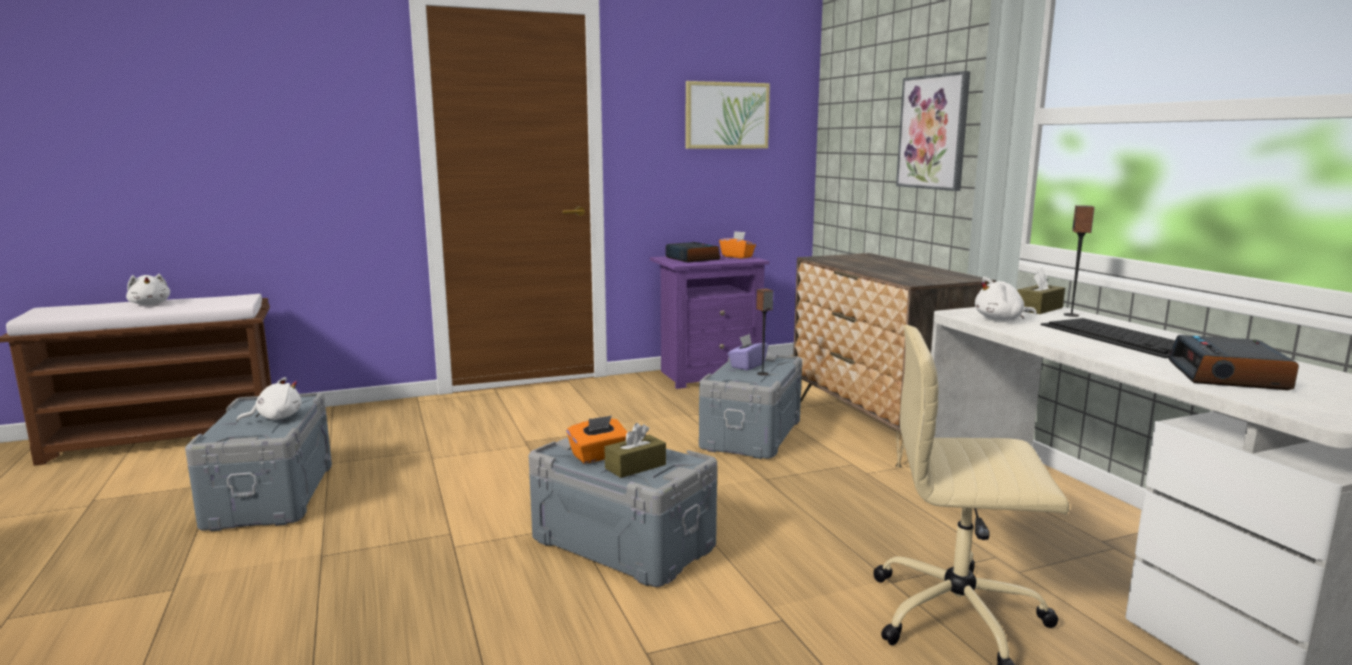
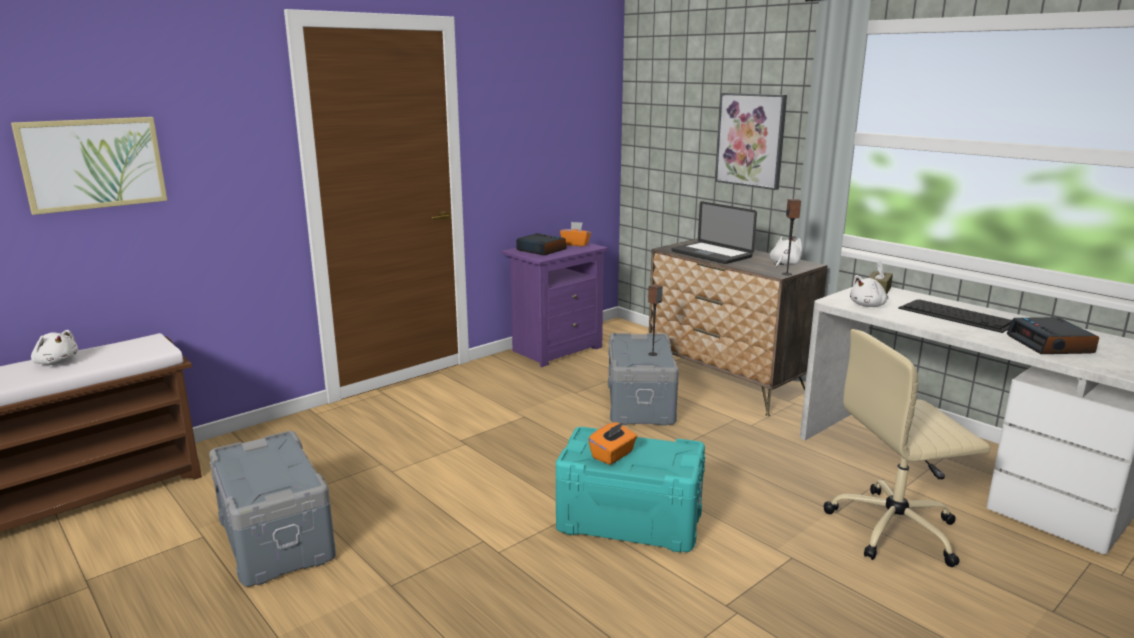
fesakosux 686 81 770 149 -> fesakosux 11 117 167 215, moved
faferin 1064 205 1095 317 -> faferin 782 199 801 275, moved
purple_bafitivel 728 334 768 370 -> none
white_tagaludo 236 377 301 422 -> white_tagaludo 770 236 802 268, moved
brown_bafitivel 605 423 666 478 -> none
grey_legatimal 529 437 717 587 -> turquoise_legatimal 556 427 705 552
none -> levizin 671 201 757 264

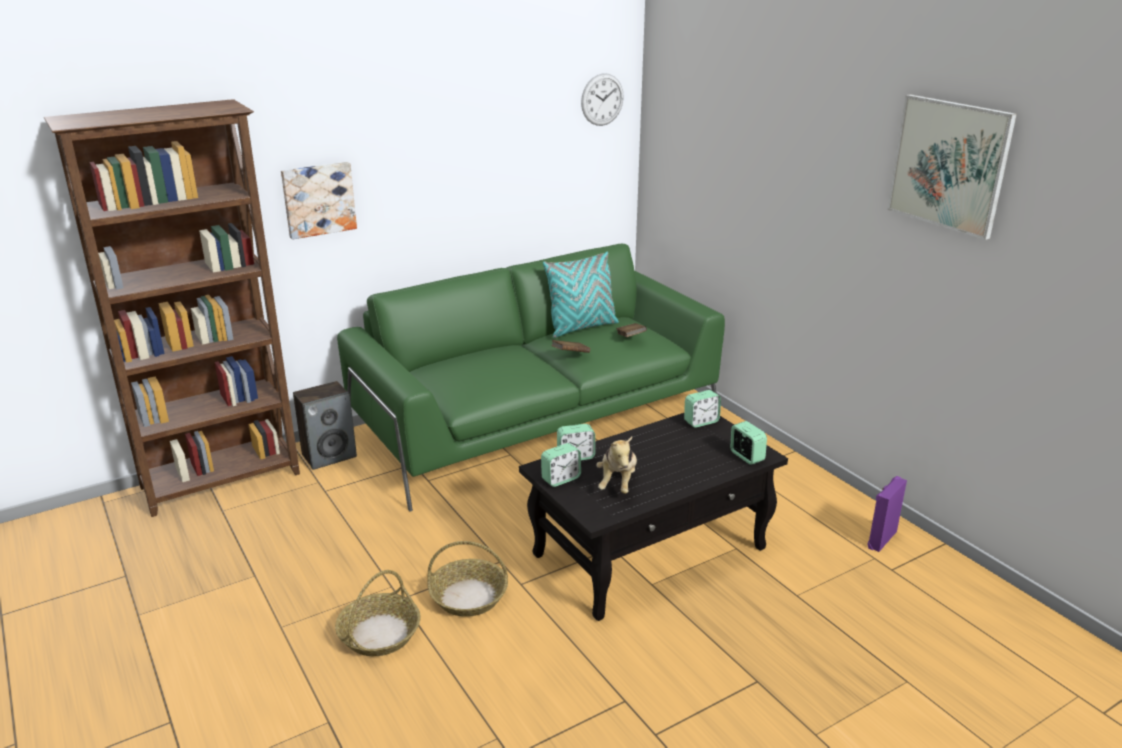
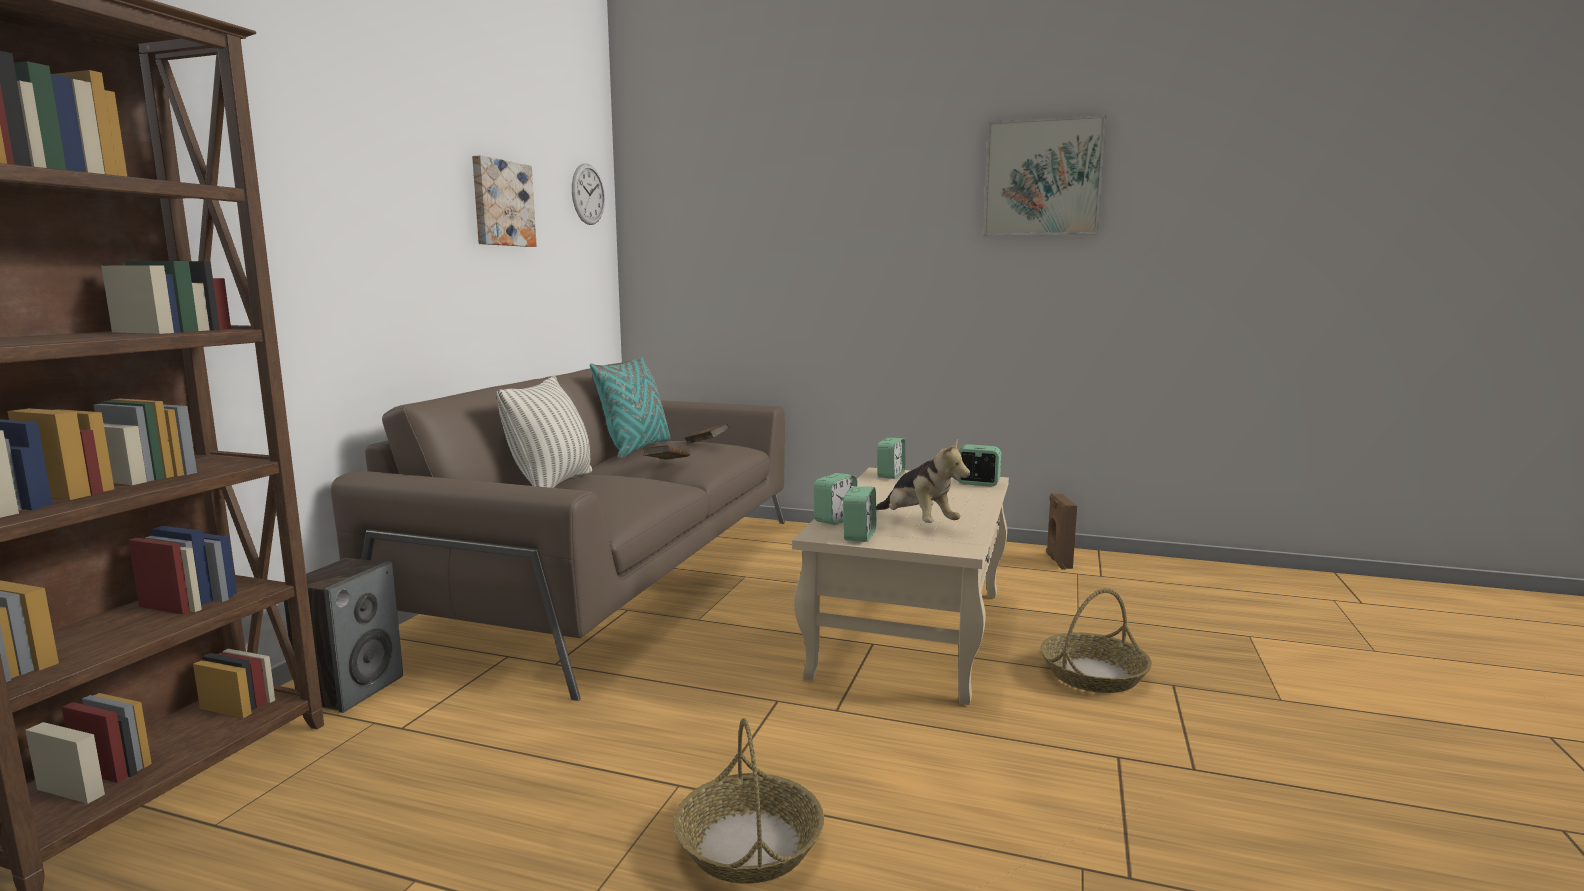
fesakosux 281 162 357 240 -> fesakosux 472 155 537 247, moved
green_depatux 337 244 725 512 -> brown_depatux 331 361 785 701
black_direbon 519 413 788 621 -> beige_direbon 792 468 1009 705
purple_faferin 868 476 907 552 -> brown_faferin 1046 493 1077 570
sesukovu 427 541 508 617 -> sesukovu 1040 588 1152 693, moved
none -> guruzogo 496 376 592 488

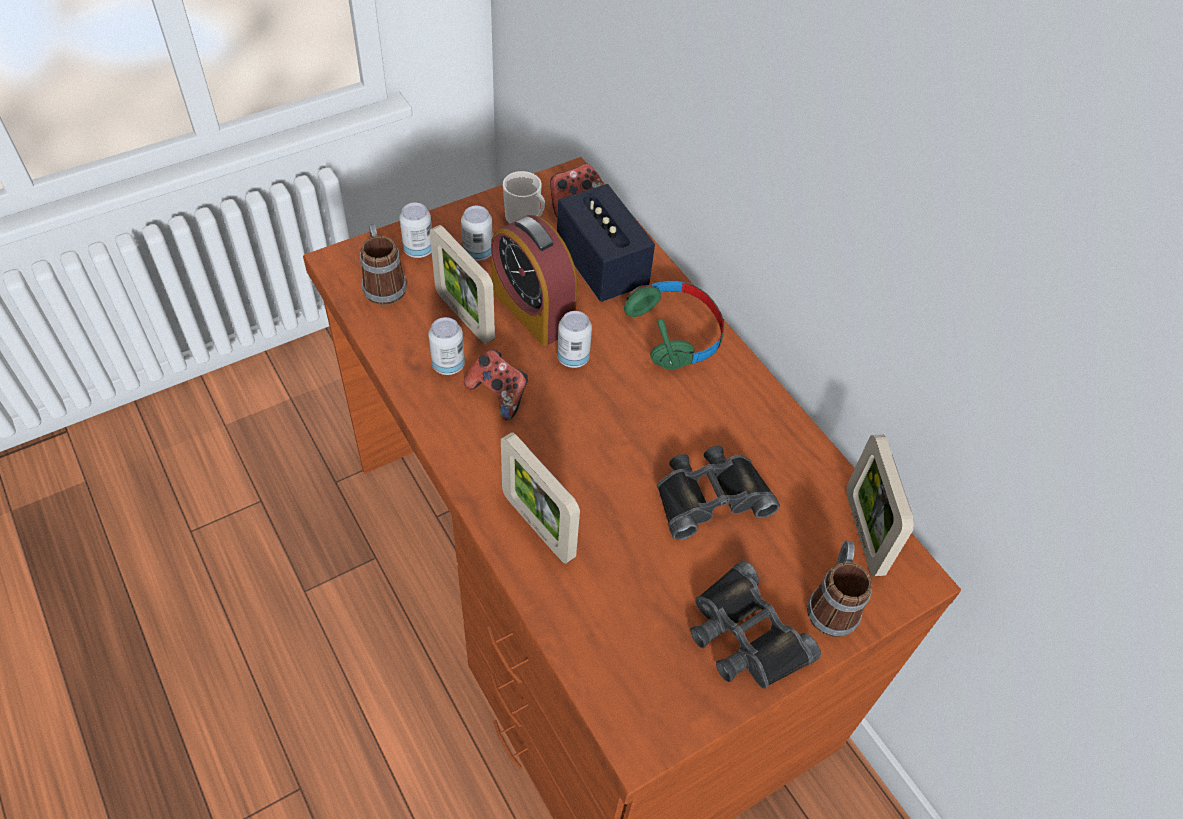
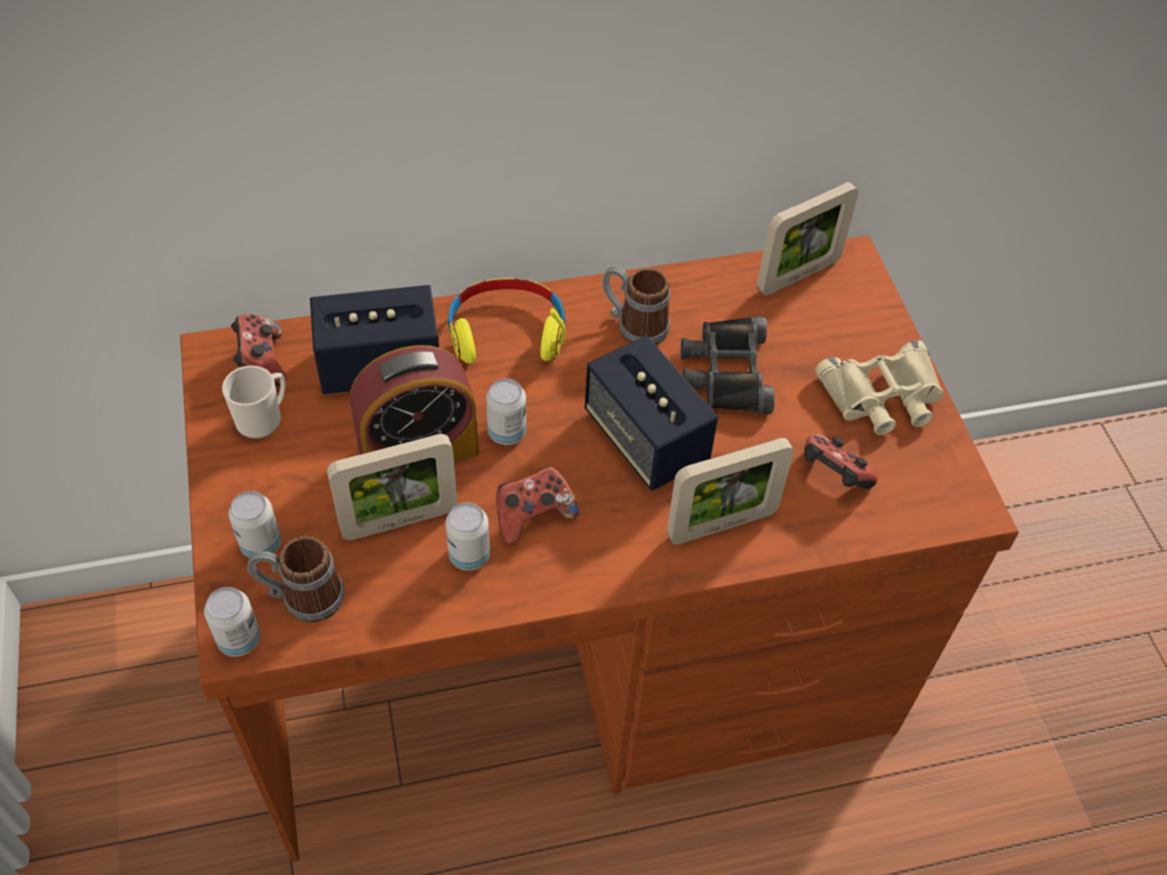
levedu 461 206 493 261 -> levedu 204 587 260 657, moved
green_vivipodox 624 281 725 370 -> yellow_vivipodox 448 278 565 363
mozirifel 846 434 914 577 -> mozirifel 757 182 859 295, 45 degrees counterclockwise
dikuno 807 541 872 637 -> dikuno 602 266 670 345, moved
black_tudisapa 690 561 821 689 -> beige_tudisapa 815 340 944 435
none -> faferin 585 336 718 490
none -> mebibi 804 434 878 489

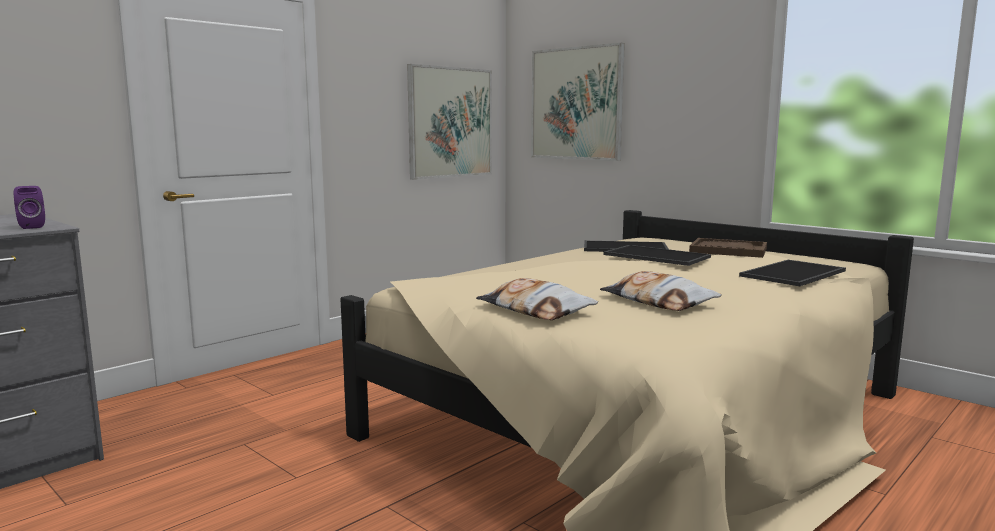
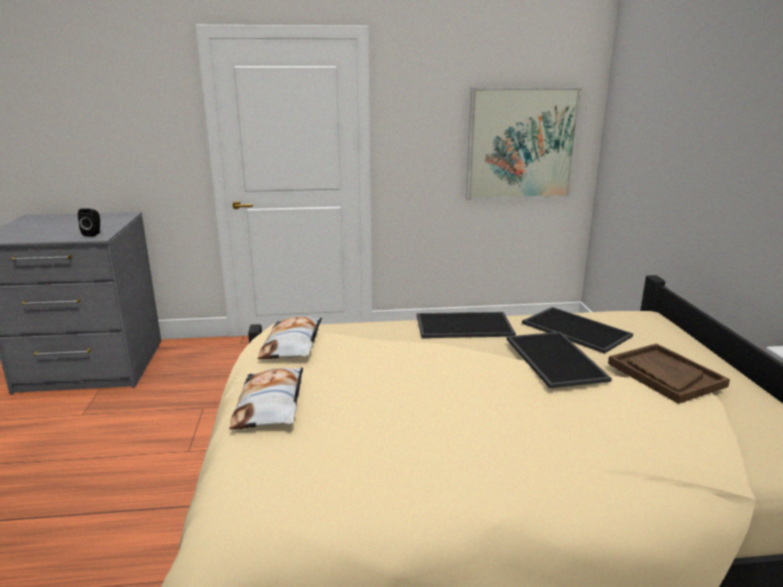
fesakosux 531 43 625 161 -> none
purple_faferin 14 186 45 229 -> black_faferin 78 208 100 236
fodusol 739 260 846 286 -> fodusol 417 312 516 338, moved
guruzogo 600 271 722 311 -> guruzogo 257 316 322 359, moved

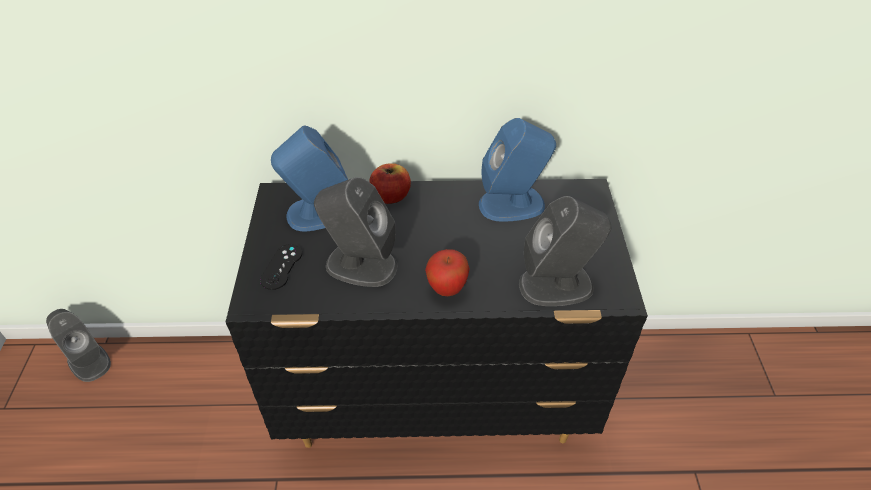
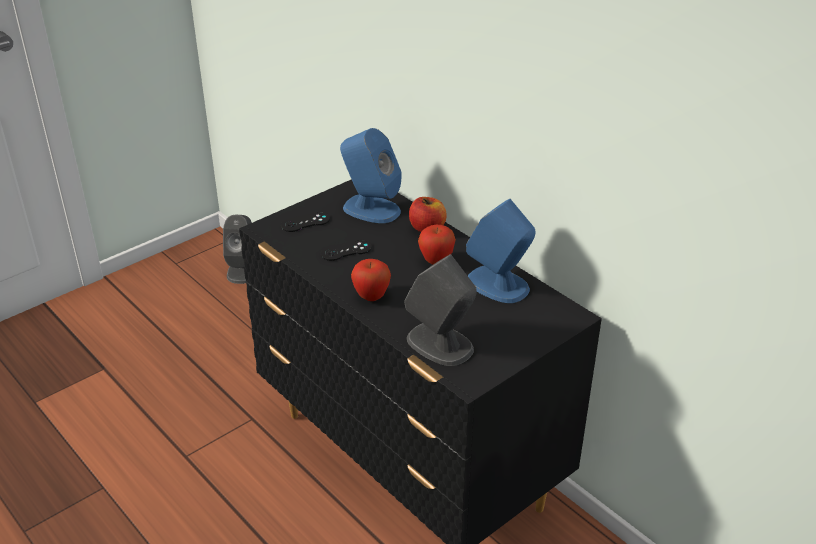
grey_faferin 314 177 398 287 -> black_mebibi 321 240 372 261
none -> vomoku 418 225 456 265

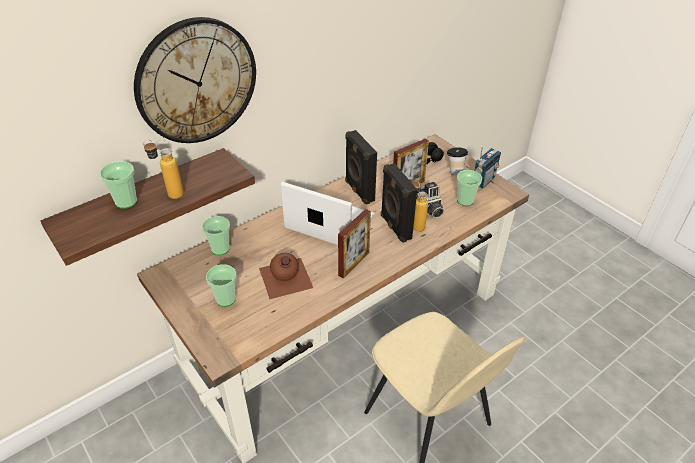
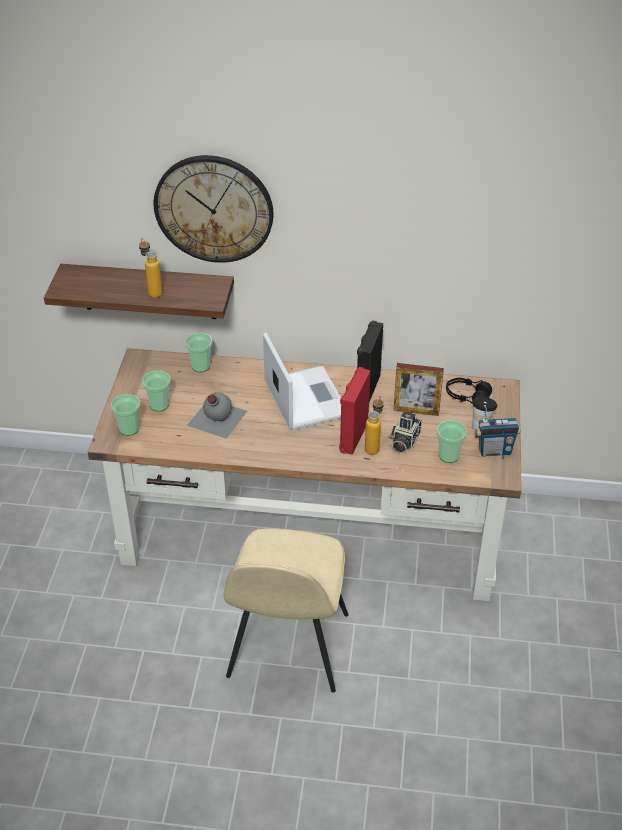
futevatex 100 161 137 209 -> futevatex 111 394 140 436, moved
black_faferin 381 163 417 243 -> red_faferin 339 367 371 455
mozirifel 338 209 371 278 -> none
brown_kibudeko 259 253 313 299 -> grey_kibudeko 187 392 247 439

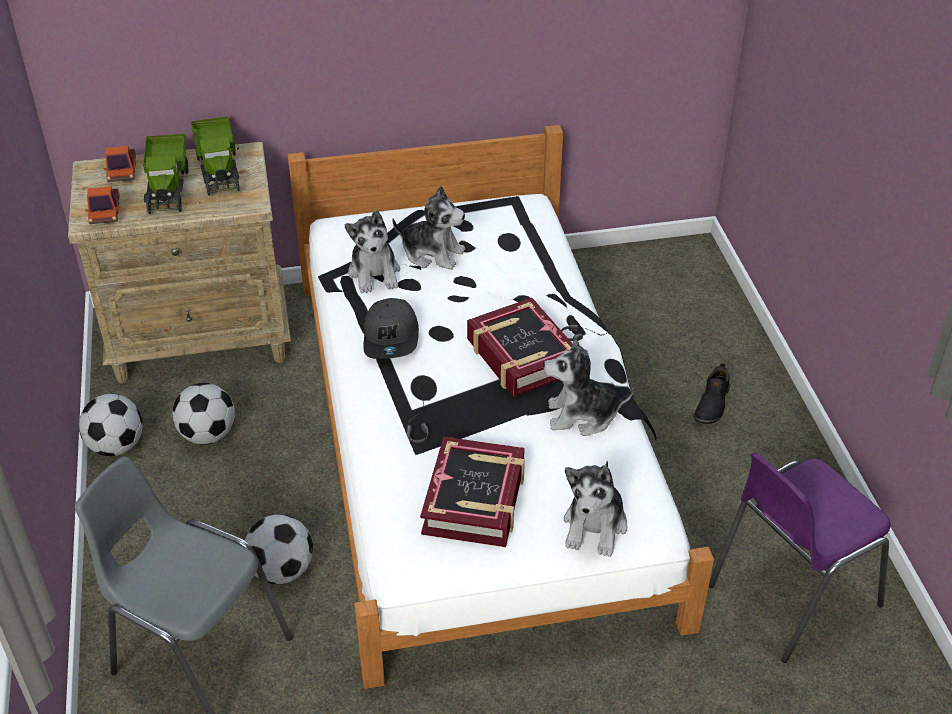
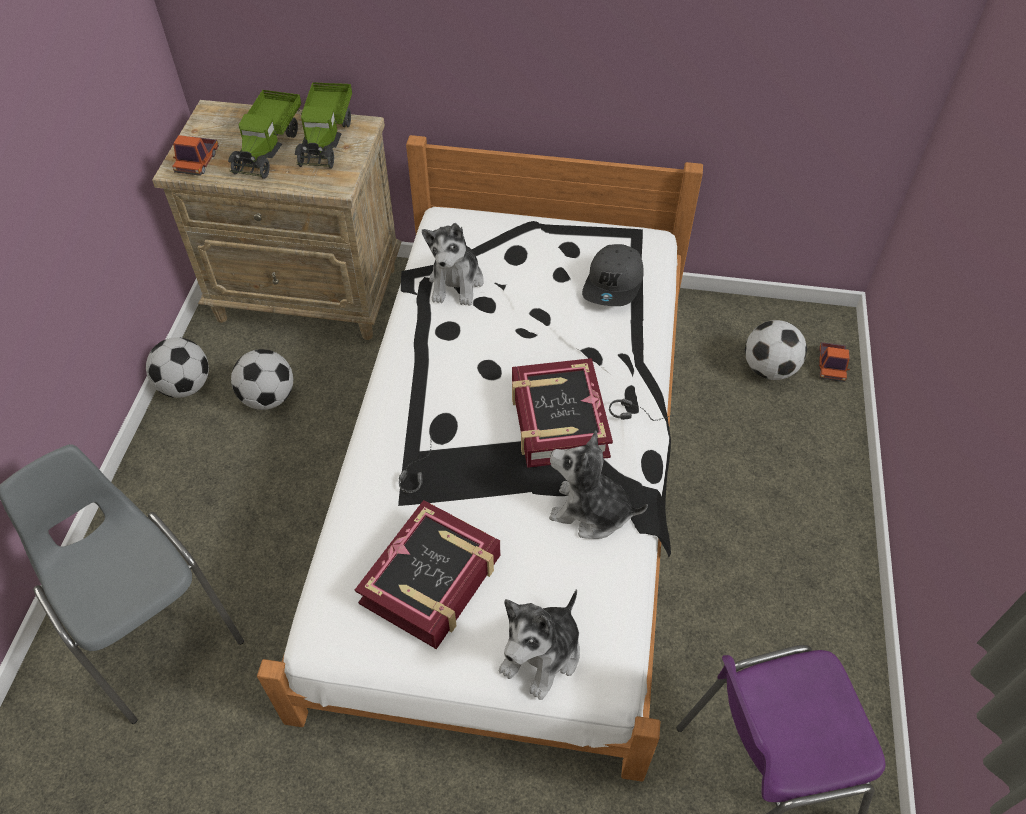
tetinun 104 146 136 182 -> tetinun 819 342 850 382, moved
tagaludo 392 185 465 270 -> none
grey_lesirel 363 298 419 359 -> grey_lesirel 582 244 644 306, moved
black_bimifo 693 363 730 424 -> none
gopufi 245 514 313 584 -> gopufi 745 320 807 380, moved

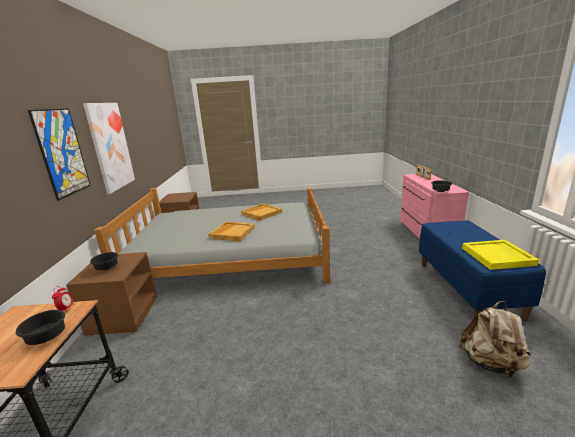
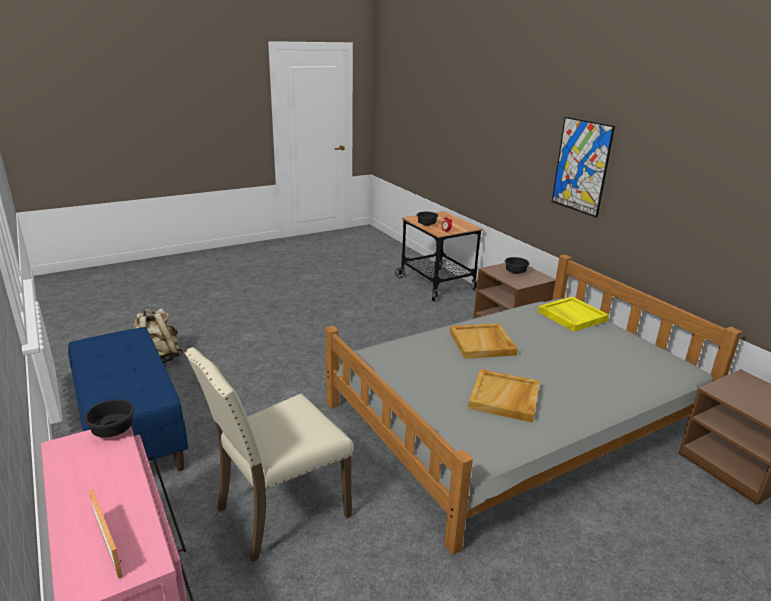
fesakosux 83 103 135 194 -> none
yellow_fodusol 462 240 539 270 -> yellow_fodusol 538 297 609 332, moved
none -> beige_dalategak 184 347 354 562

